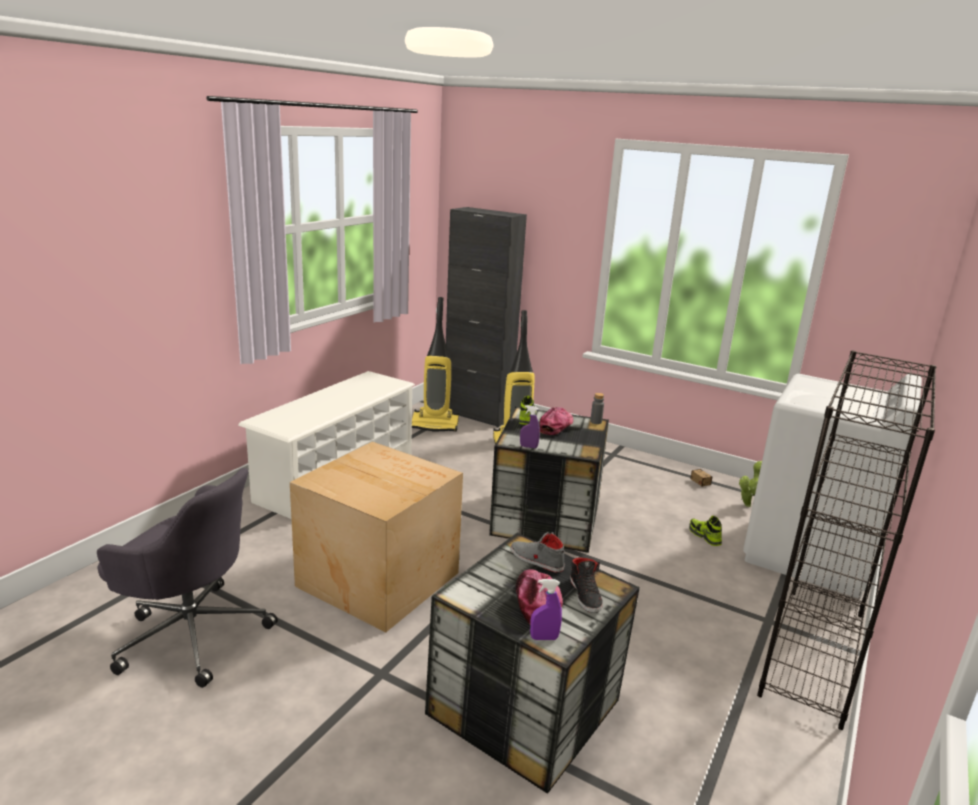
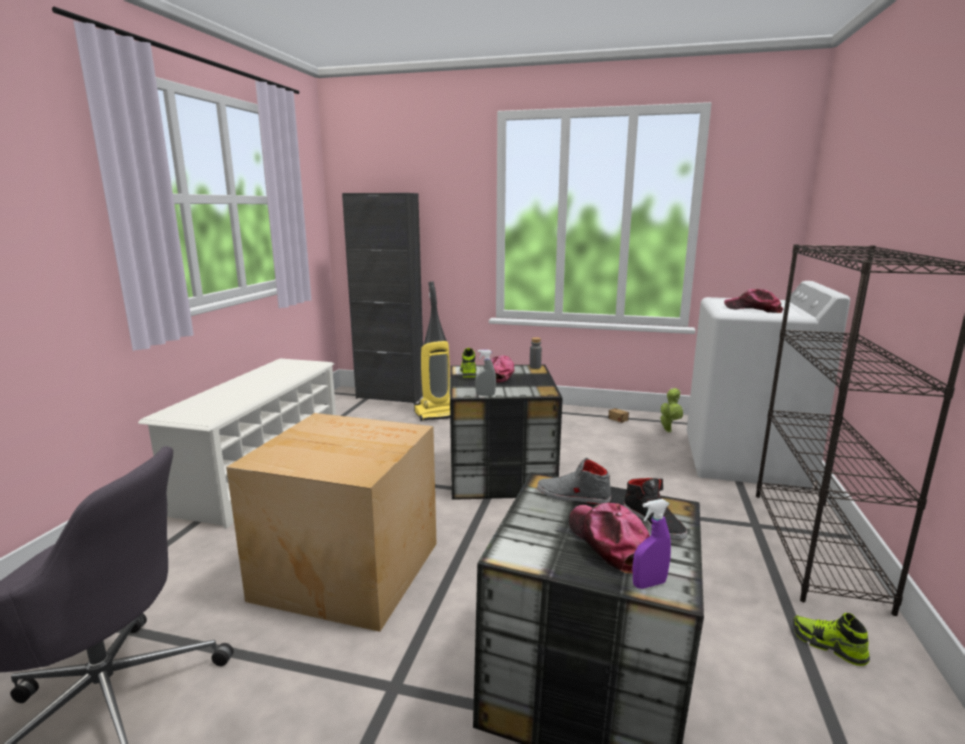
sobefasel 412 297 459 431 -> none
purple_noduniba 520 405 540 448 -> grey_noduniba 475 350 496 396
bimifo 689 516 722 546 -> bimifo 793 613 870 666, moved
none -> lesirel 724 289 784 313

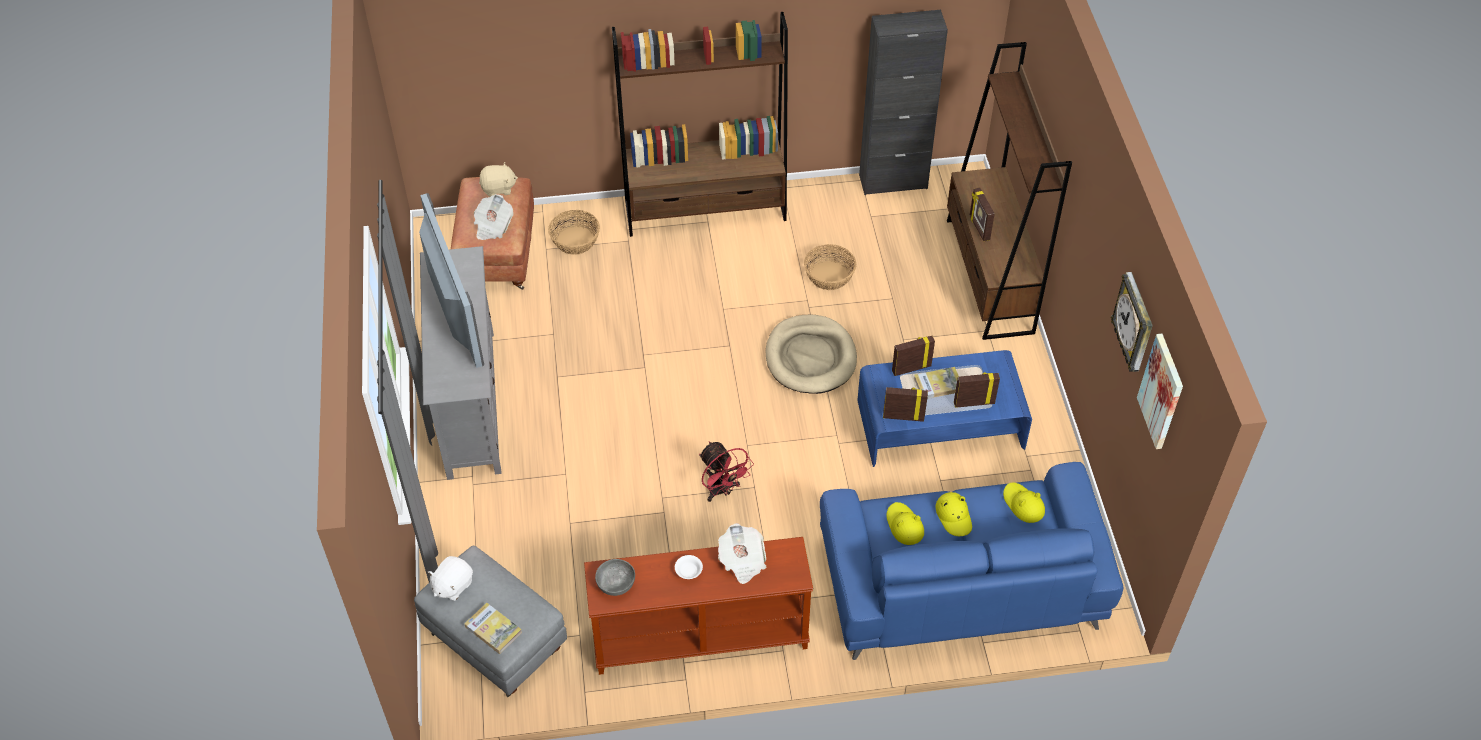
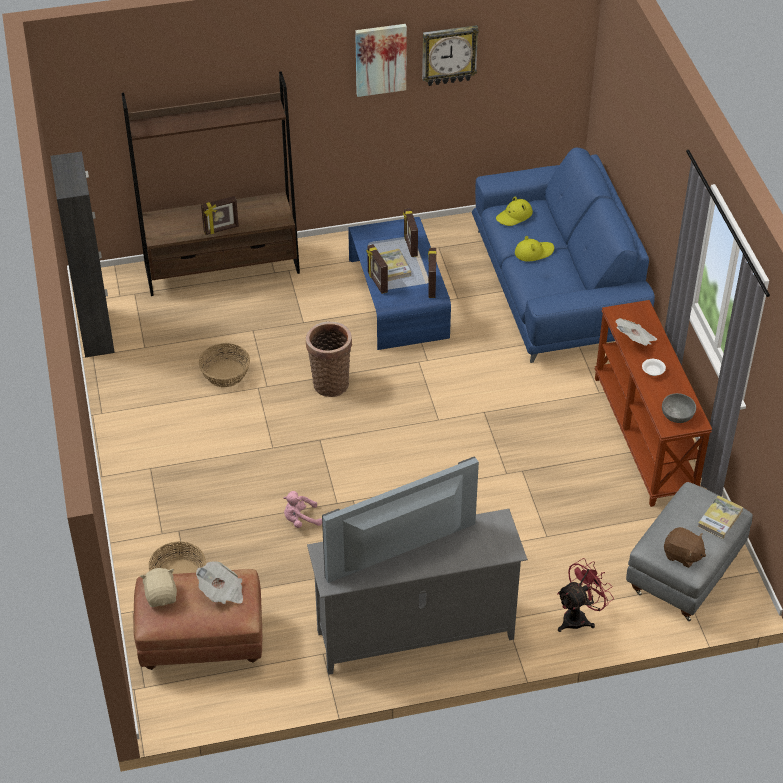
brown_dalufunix 612 12 788 237 -> none
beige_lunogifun 766 315 857 394 -> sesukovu 306 322 352 397
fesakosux 1137 334 1183 449 -> fesakosux 355 24 407 97, moved
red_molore 699 441 754 502 -> red_molore 557 558 614 632, moved
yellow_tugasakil 887 502 924 545 -> none
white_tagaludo 428 556 473 601 -> brown_tagaludo 664 527 706 568
none -> pink_tagaludo 283 491 322 528

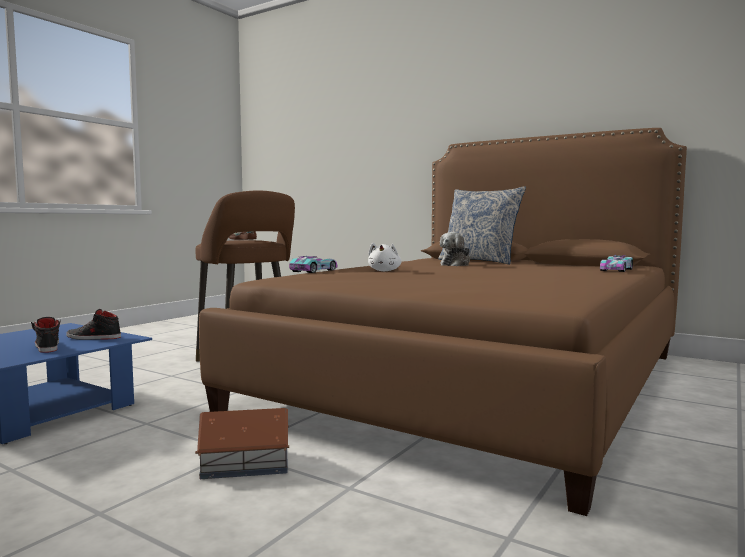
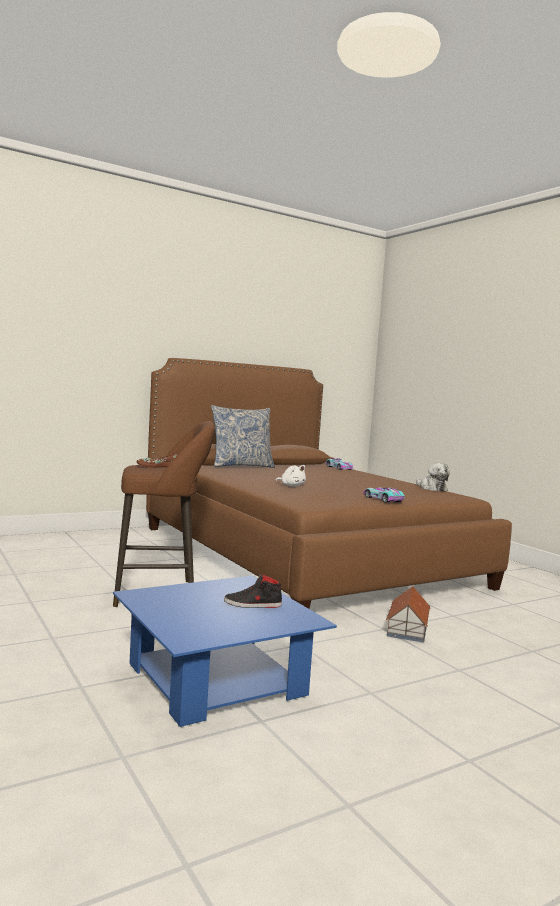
tagaludo 440 232 470 266 -> tagaludo 416 462 450 491, moved
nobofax 289 256 337 273 -> nobofax 363 487 405 503, moved
black_bimifo 66 309 121 340 -> none

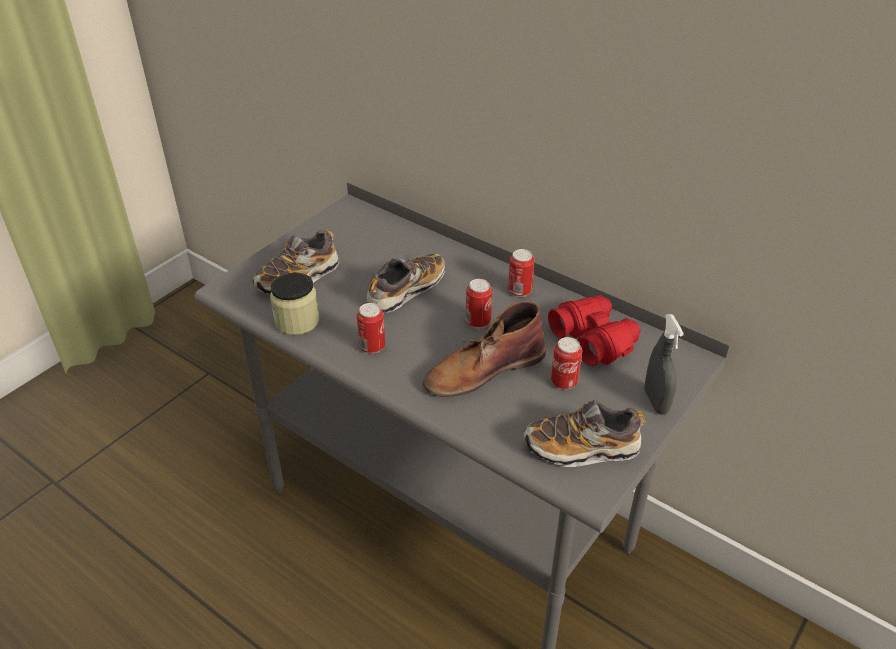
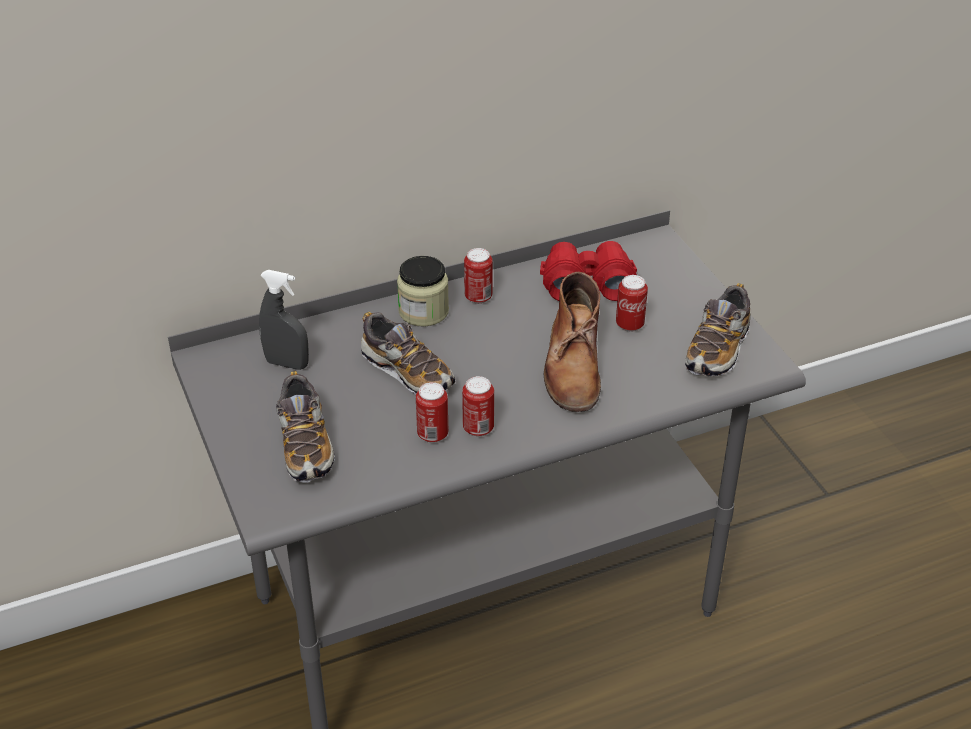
bimifo 367 254 445 313 -> bimifo 361 312 455 395, 150 degrees clockwise
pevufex 270 272 319 335 -> pevufex 397 256 449 327, moved
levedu 466 279 492 329 -> levedu 416 382 448 443, moved
grey_noduniba 645 314 684 415 -> grey_noduniba 259 270 309 370, moved

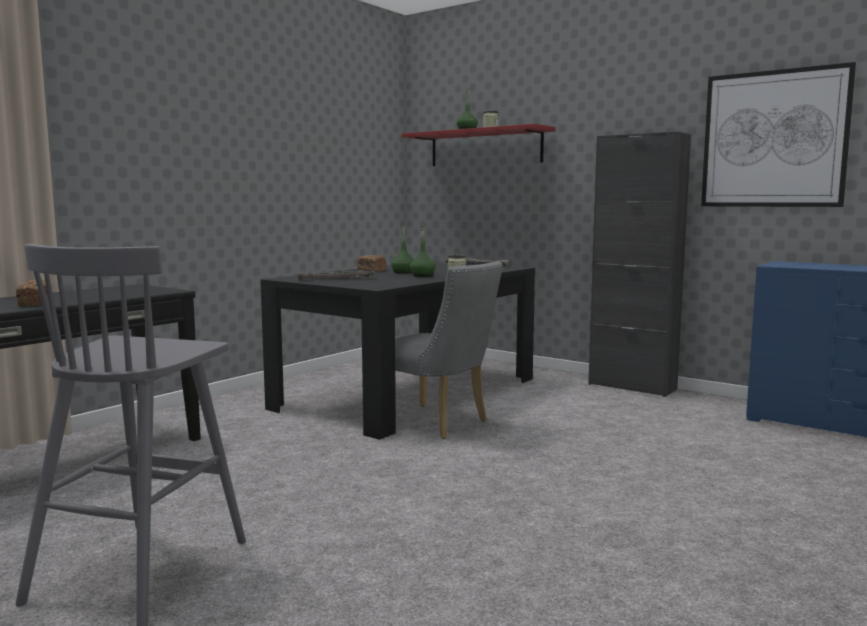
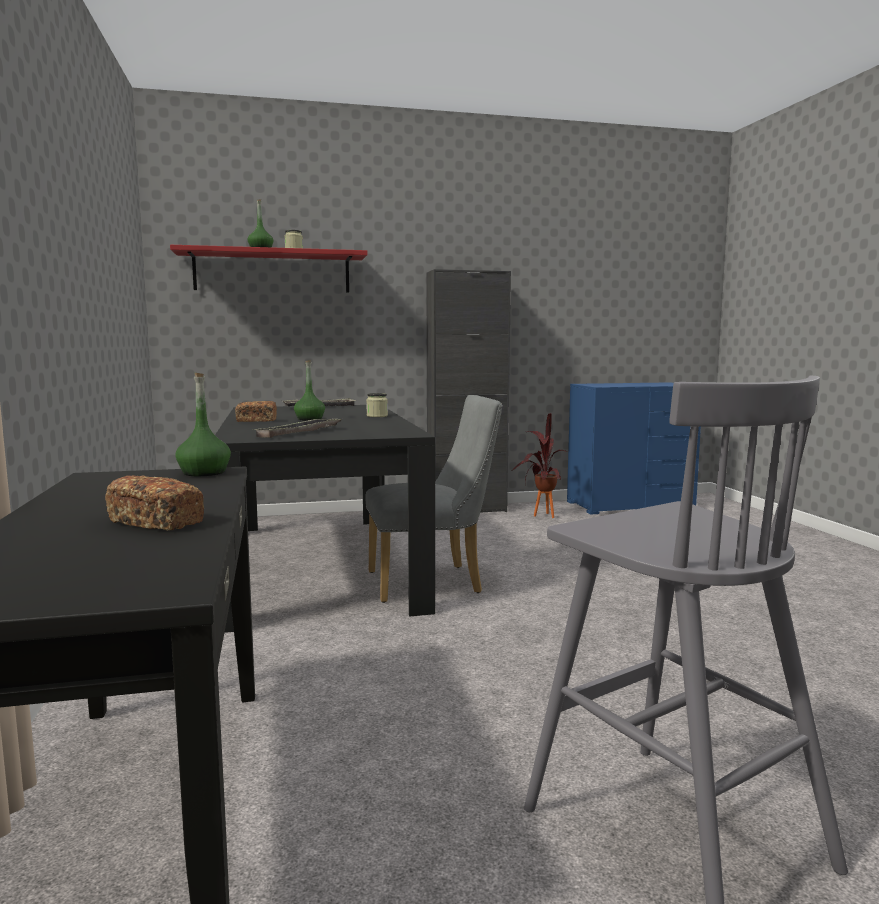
fesakosux 701 62 856 207 -> none
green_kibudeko 410 226 436 277 -> green_kibudeko 175 373 231 476, moved
none -> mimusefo 513 413 567 518

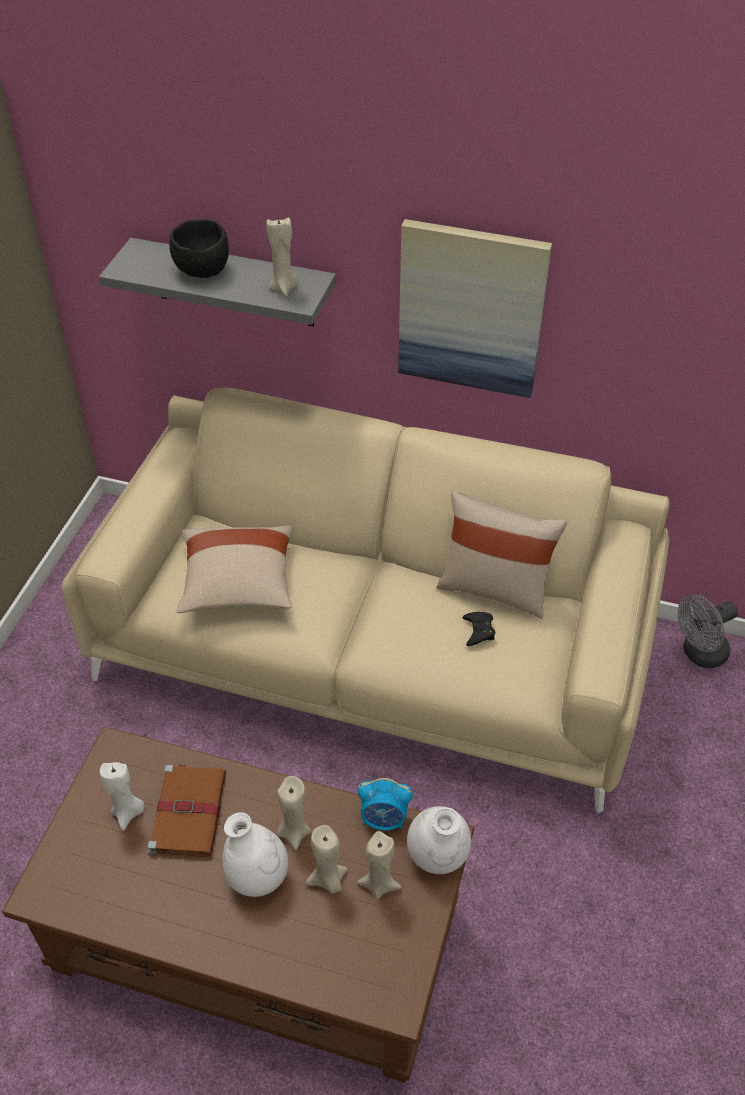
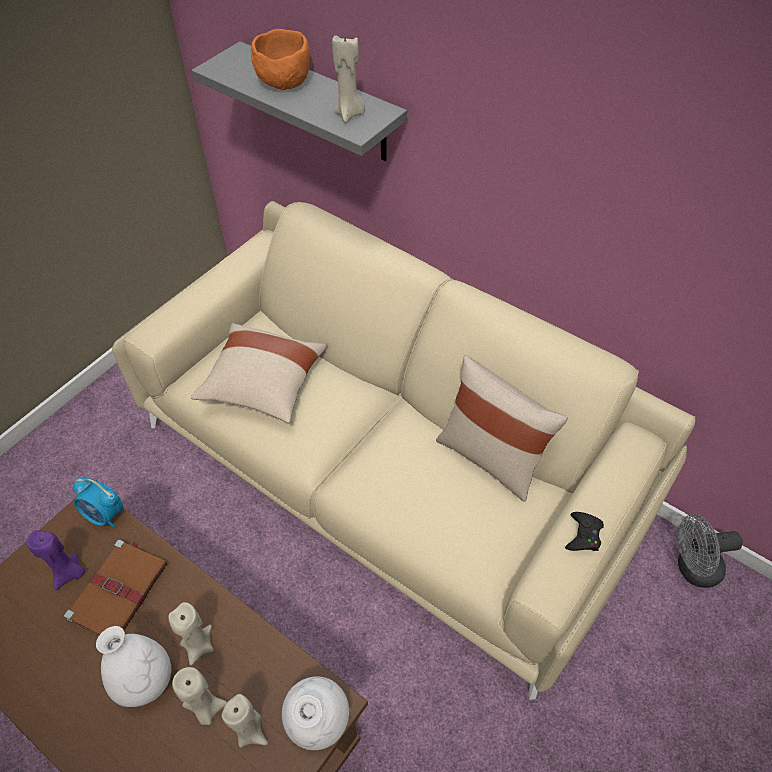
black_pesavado 169 219 229 278 -> orange_pesavado 251 29 311 90
fesakosux 398 219 552 398 -> none
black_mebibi 463 612 495 646 -> black_mebibi 565 512 604 551, moved
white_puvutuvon 100 762 144 830 -> purple_puvutuvon 27 530 85 590
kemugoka 358 778 413 831 -> kemugoka 73 478 123 528, moved

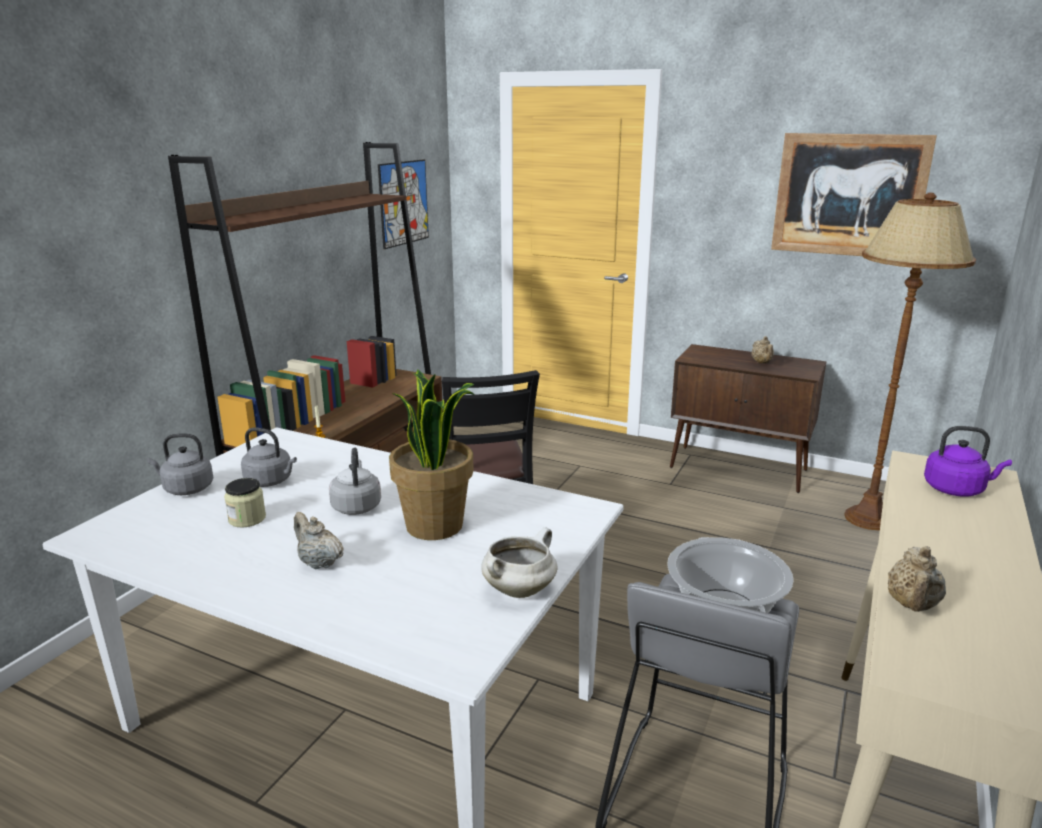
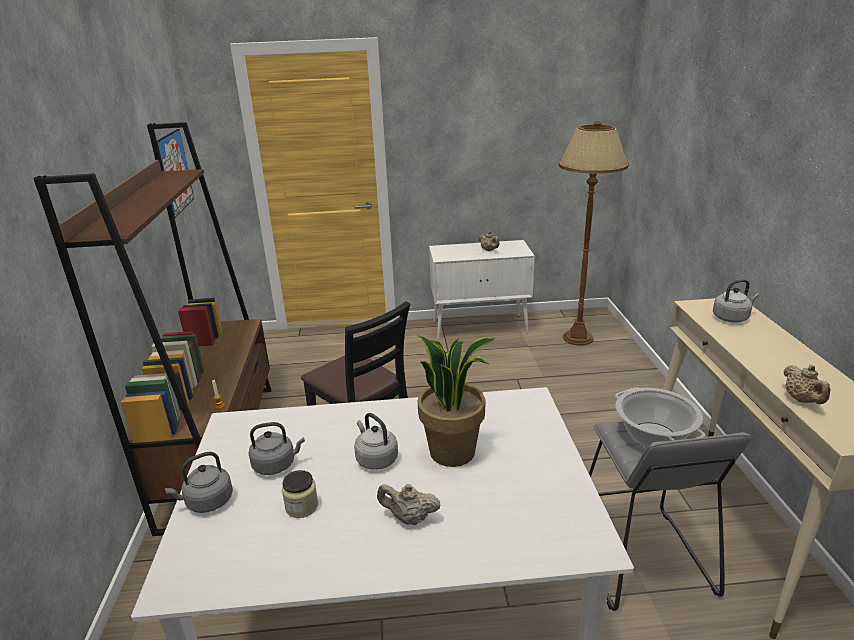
fesakosux 771 133 937 256 -> none
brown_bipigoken 670 344 826 493 -> white_bipigoken 429 240 535 340
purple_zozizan 924 426 1012 497 -> grey_zozizan 713 279 759 323
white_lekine 481 527 558 598 -> none

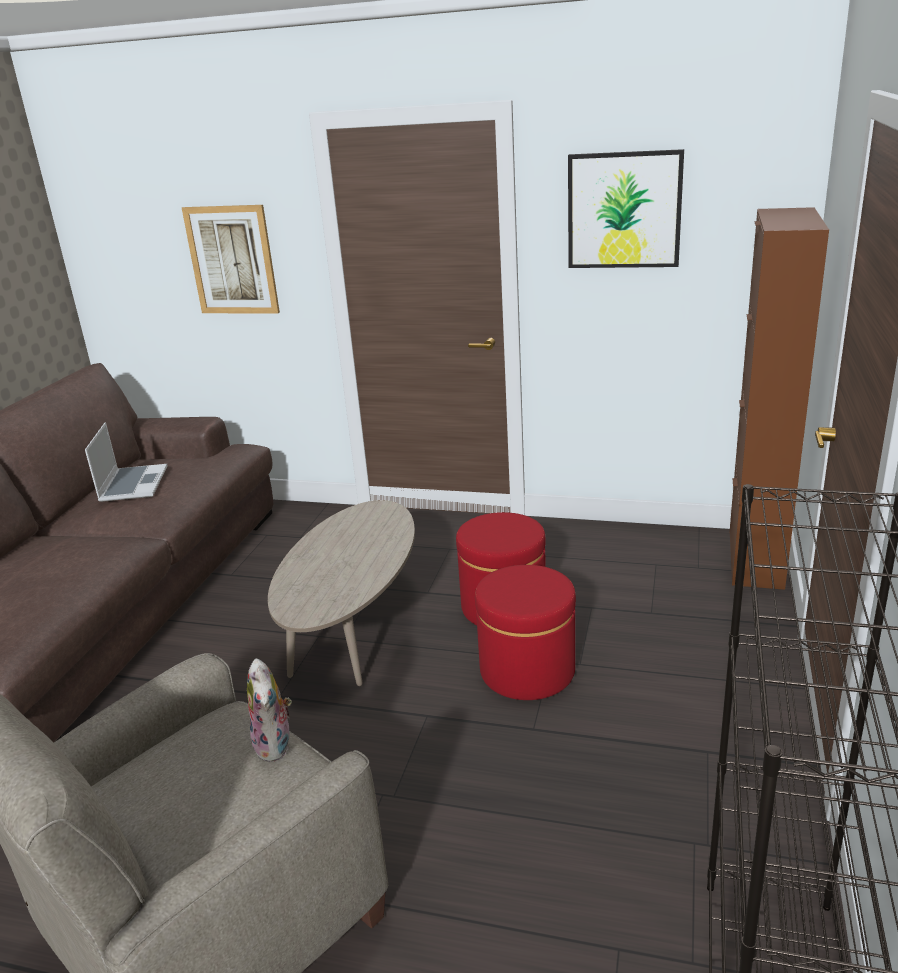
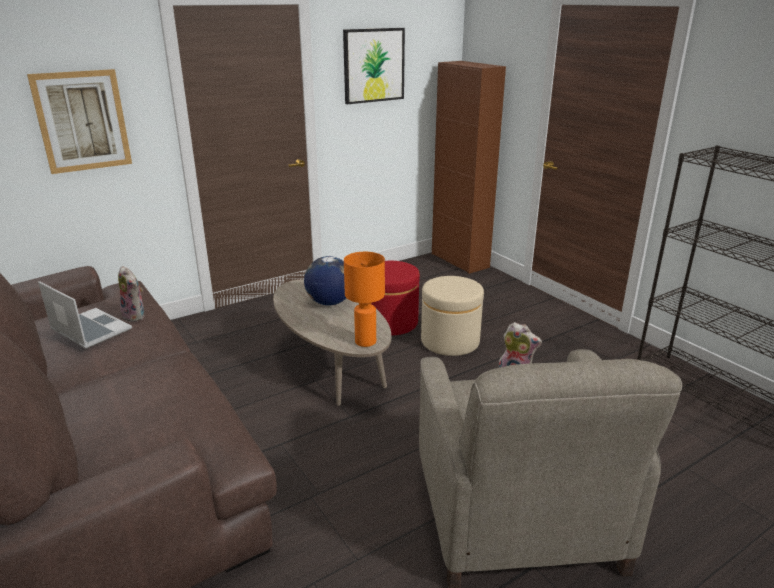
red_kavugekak 475 565 576 700 -> beige_kavugekak 421 276 484 356
none -> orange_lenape 344 252 385 347
none -> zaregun 304 256 346 306
none -> tagaludo 118 266 144 322

